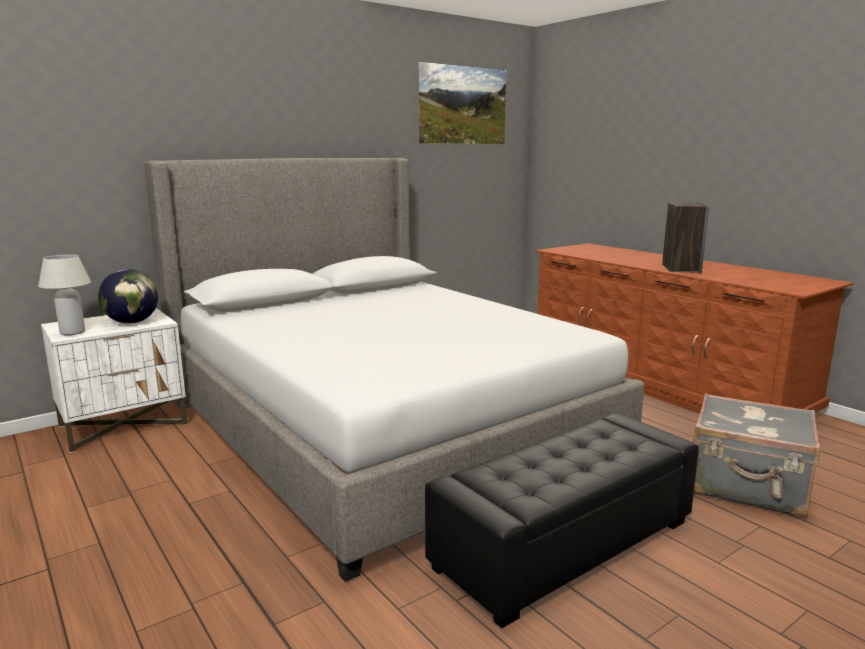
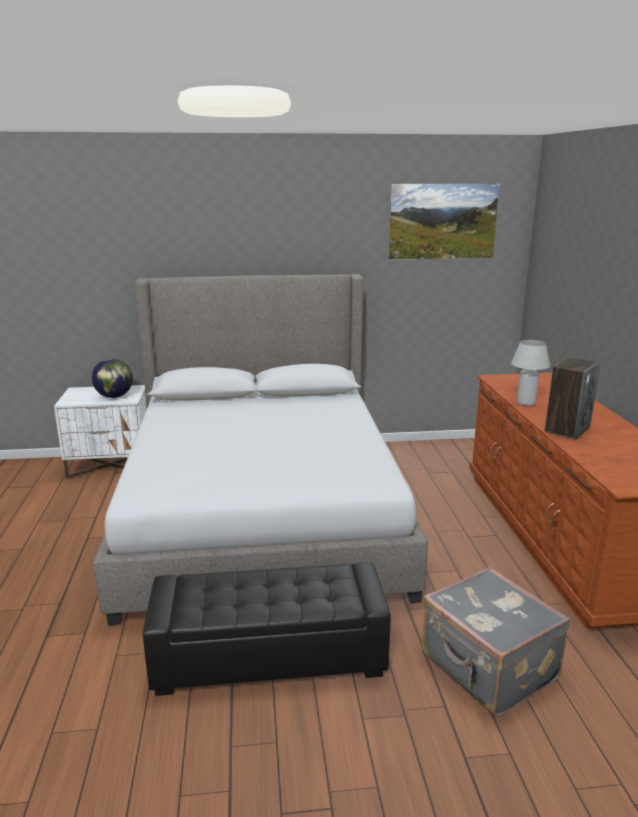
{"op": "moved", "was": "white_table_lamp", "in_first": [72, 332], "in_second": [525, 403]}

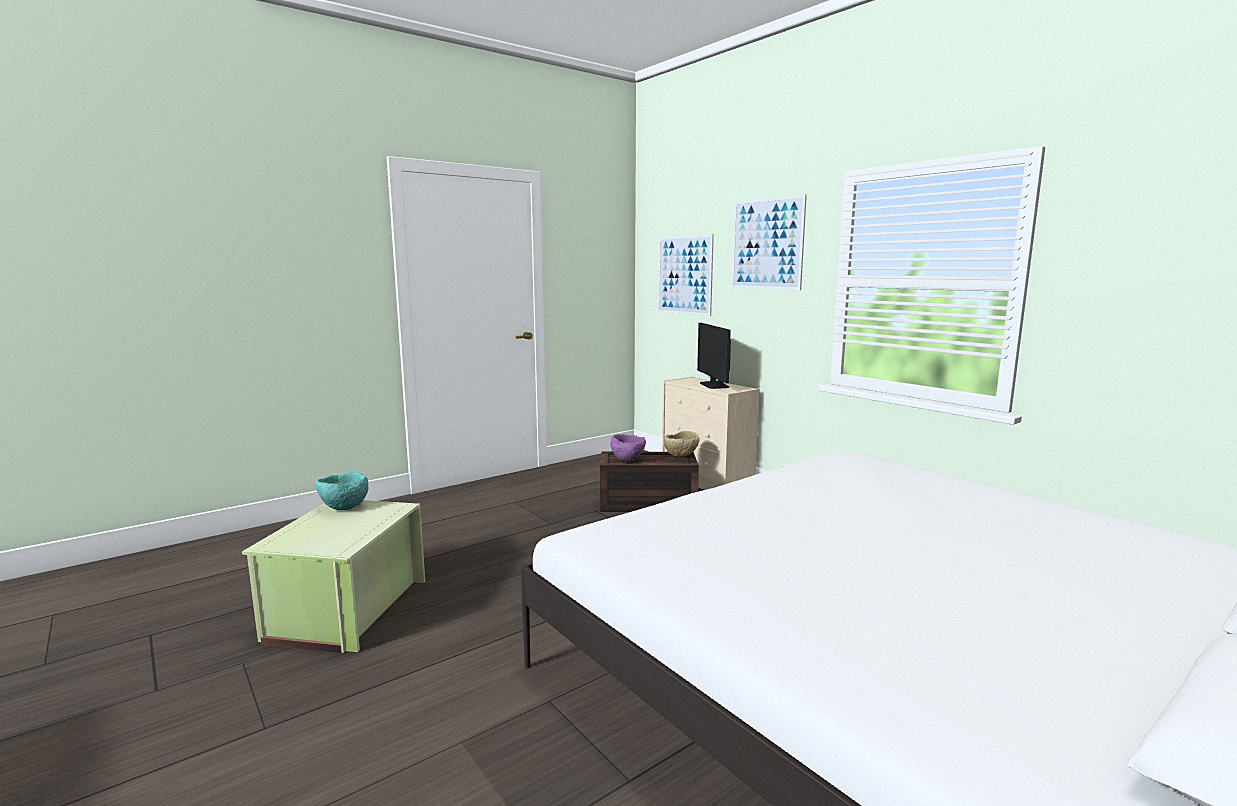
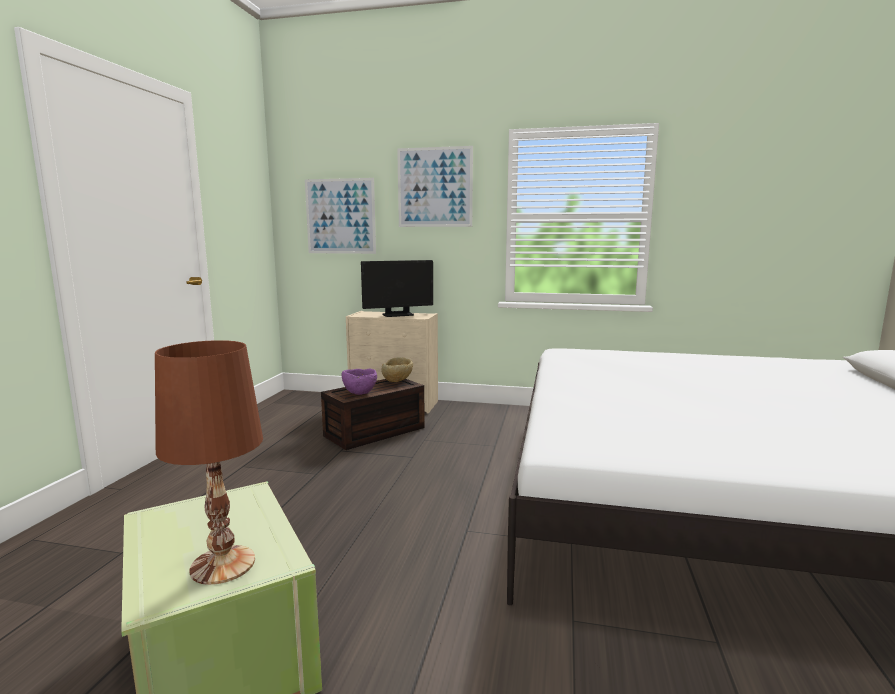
{"op": "removed", "was": "turquoise_bowl", "in_first": [344, 507]}
{"op": "turned", "was": "monitor", "in_first": [714, 385], "in_second": [398, 315], "clockwise": -60}
{"op": "added", "now": "brown_table_lamp", "in_second": [222, 564]}

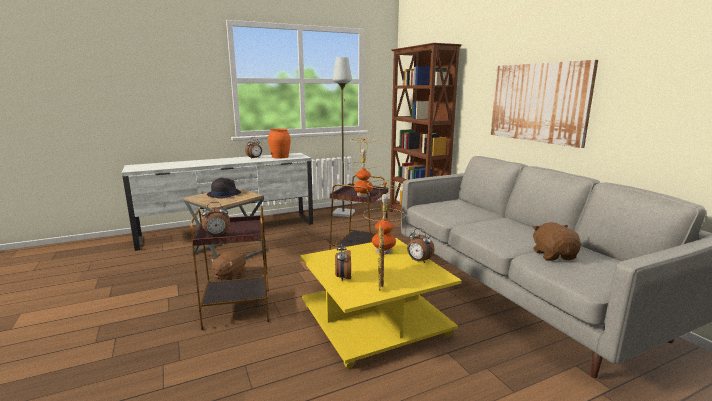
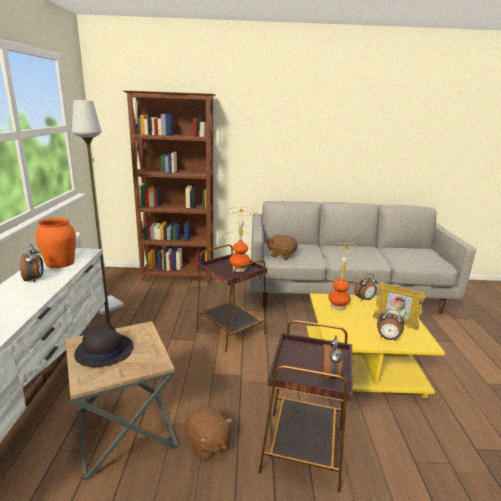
{"op": "removed", "was": "picture", "in_first": [538, 102]}
{"op": "moved", "was": "brown_plush_toy", "in_first": [553, 255], "in_second": [282, 255]}

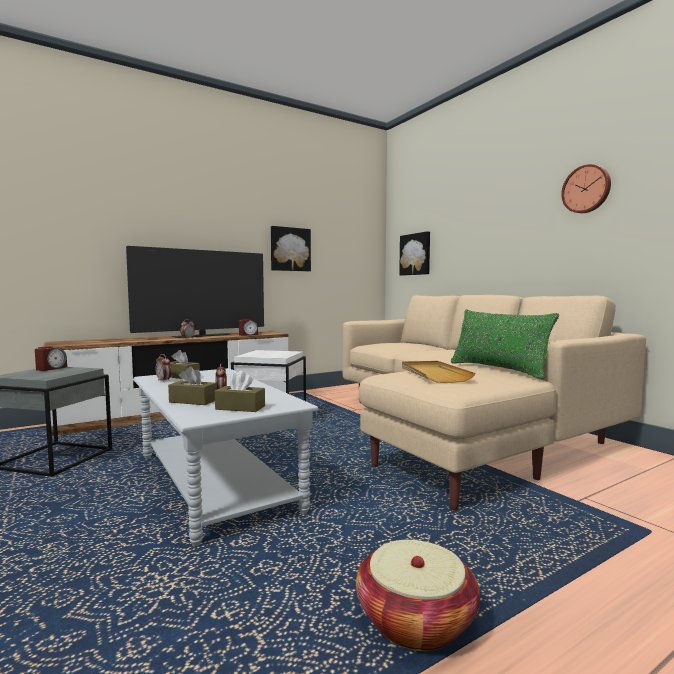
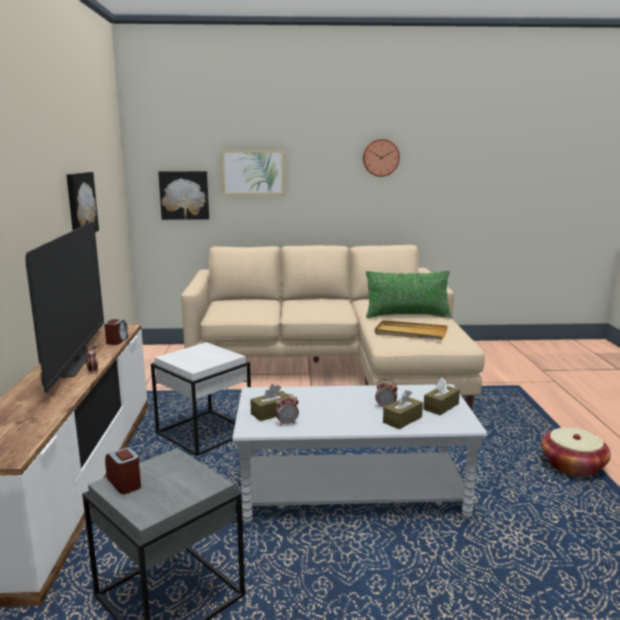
{"op": "added", "now": "picture", "in_second": [253, 172]}

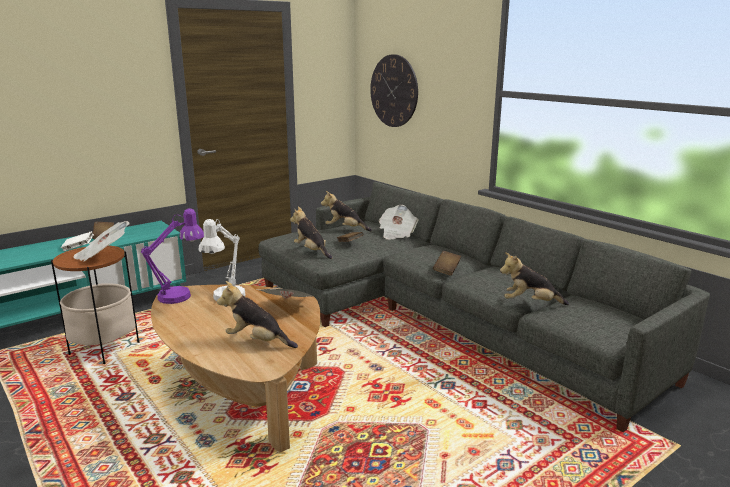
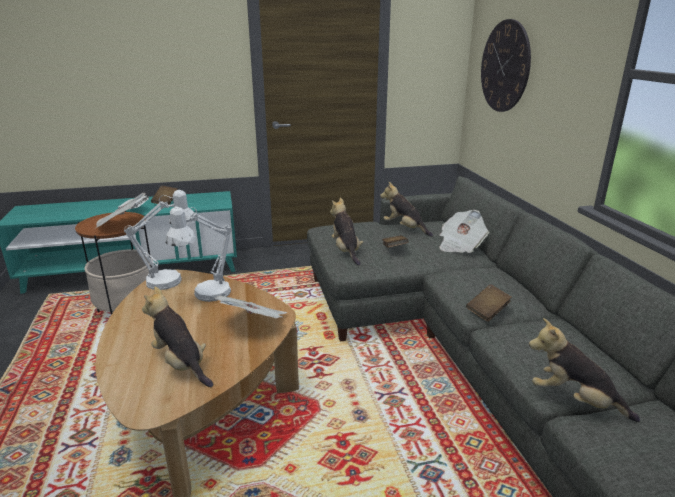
{"op": "recoloured", "was": "purple_table_lamp", "now": "white_table_lamp", "in_first": [181, 295], "in_second": [172, 281]}

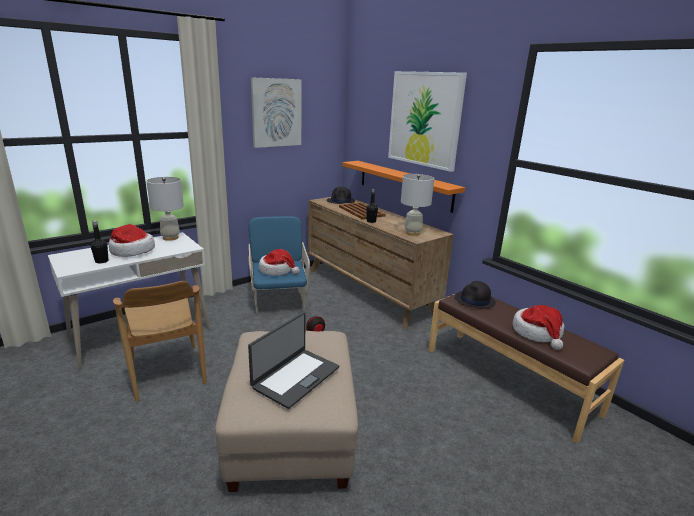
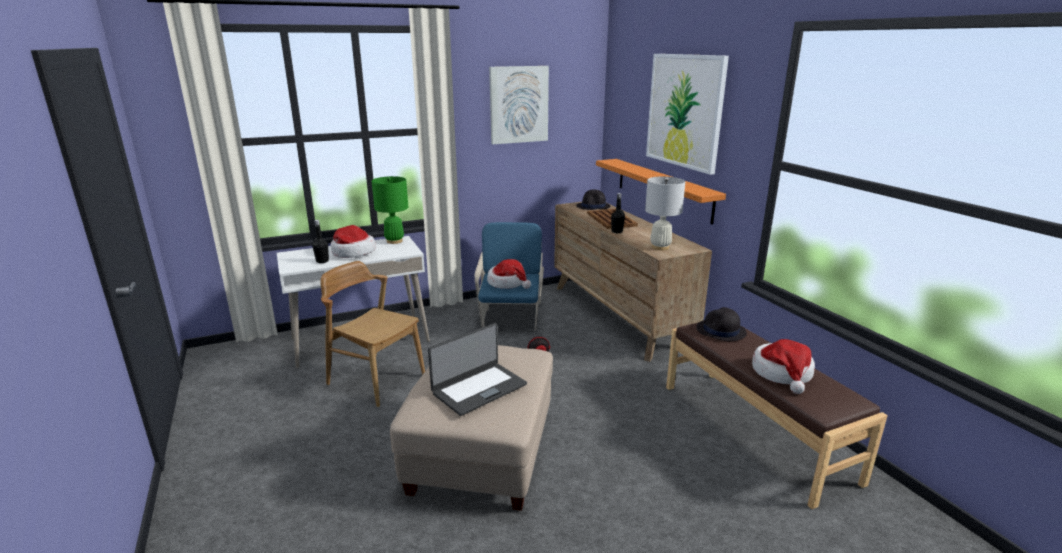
{"op": "turned", "was": "brown_chair", "in_first": [167, 372], "in_second": [376, 379], "clockwise": 135}
{"op": "recoloured", "was": "white_table_lamp", "now": "green_table_lamp", "in_first": [170, 238], "in_second": [394, 241]}

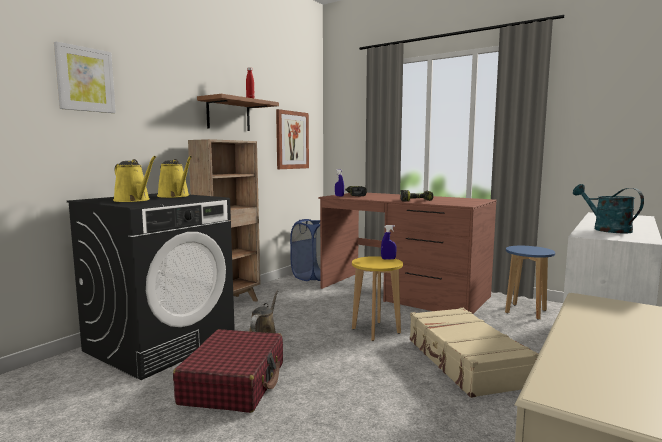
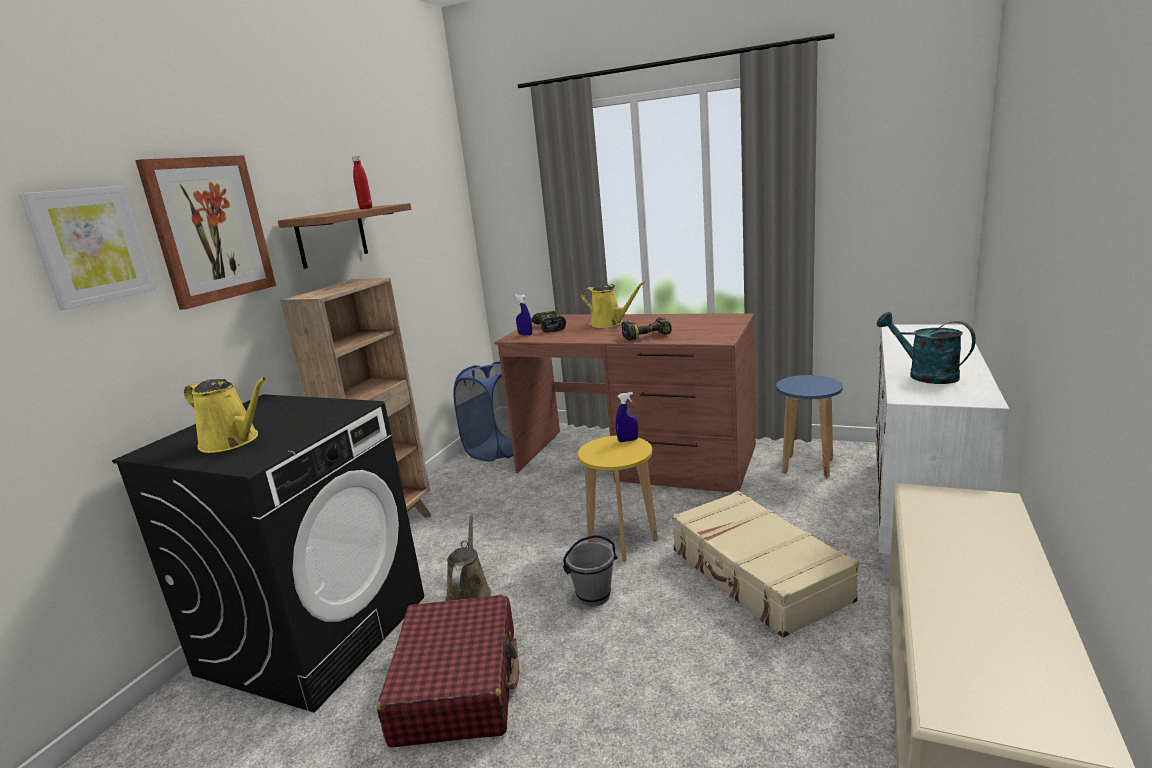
{"op": "moved", "was": "yellow_watering_can", "in_first": [175, 196], "in_second": [609, 323]}
{"op": "moved", "was": "picture", "in_first": [292, 140], "in_second": [210, 229]}
{"op": "added", "now": "grey_bucket", "in_second": [593, 596]}

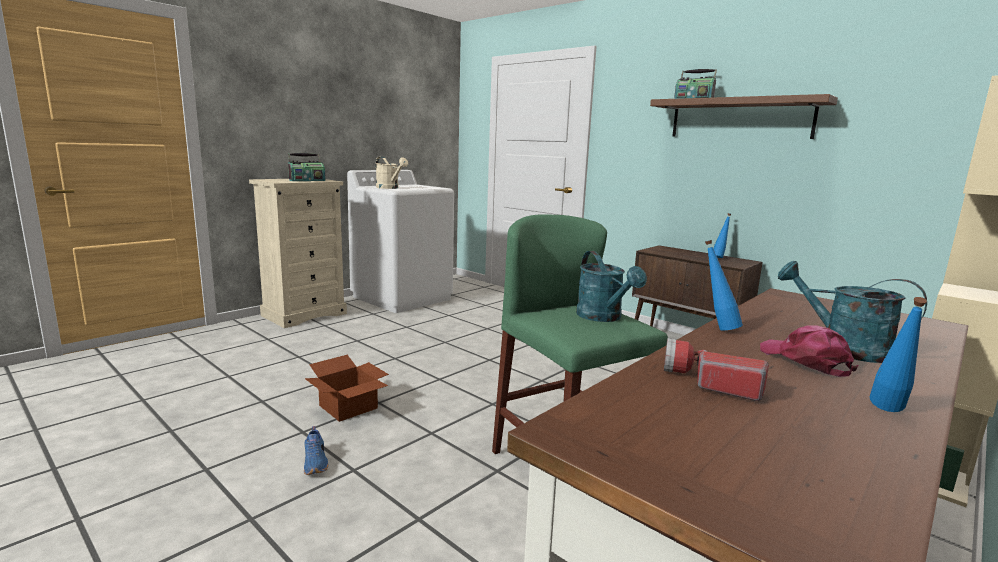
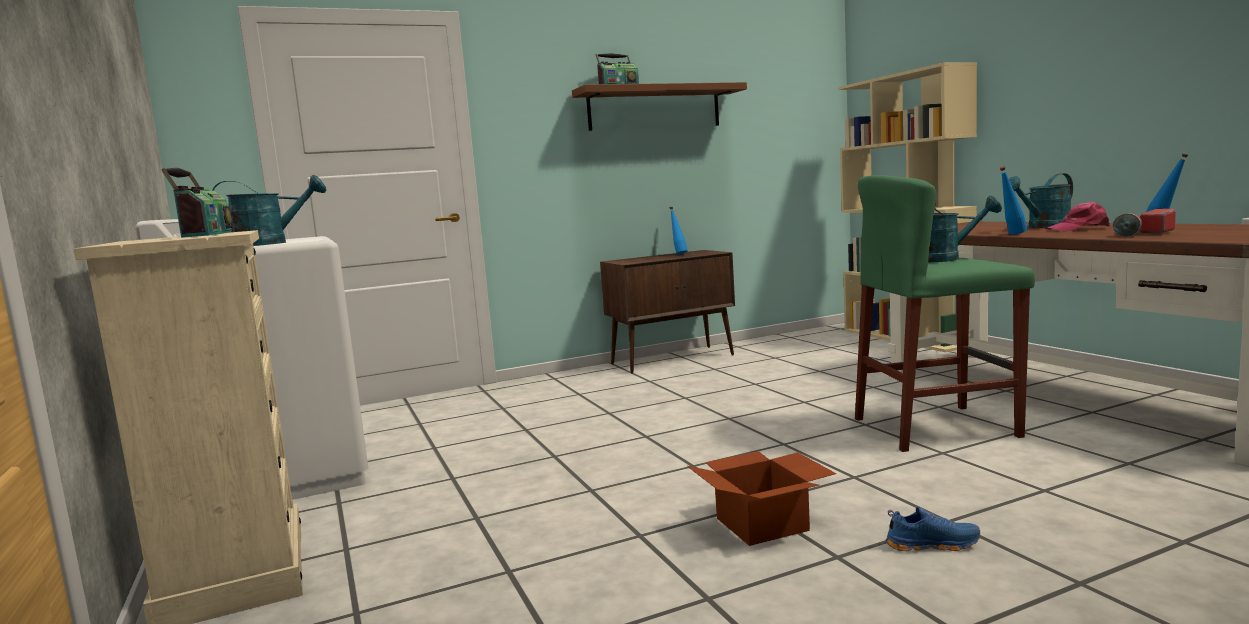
{"op": "recoloured", "was": "beige_watering_can", "now": "turquoise_watering_can", "in_first": [390, 188], "in_second": [271, 243]}

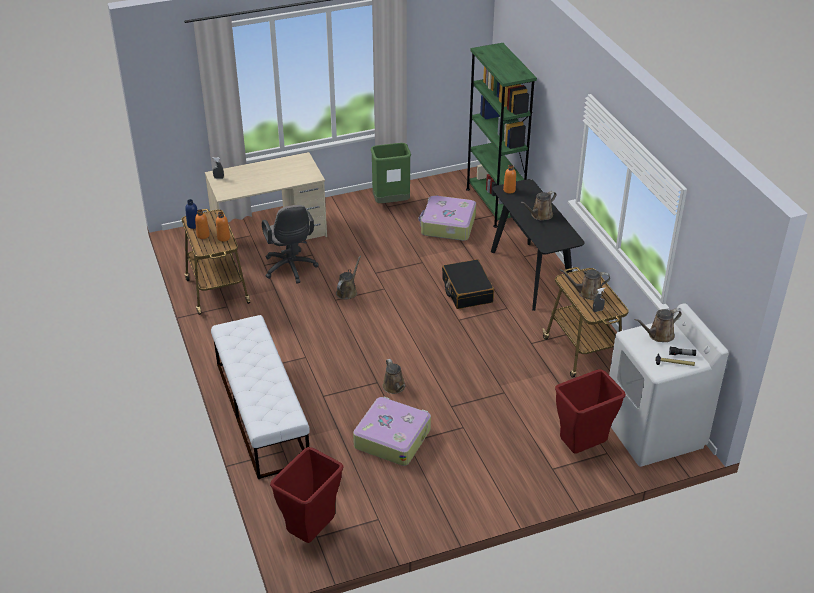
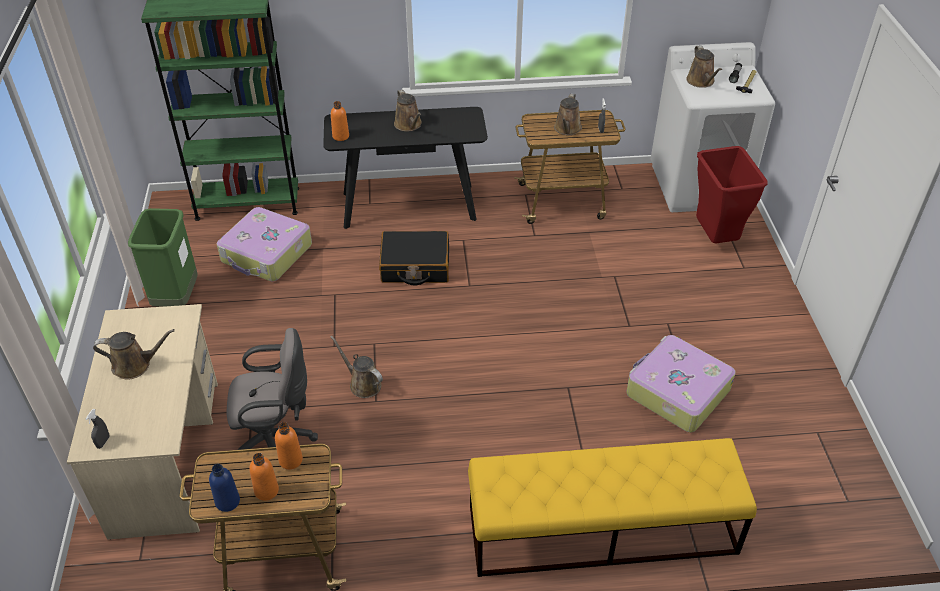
{"op": "recoloured", "was": "white_bench", "now": "yellow_bench", "in_first": [261, 412], "in_second": [601, 530]}
{"op": "removed", "was": "red_trash_can", "in_first": [312, 533]}
{"op": "moved", "was": "brown_watering_can", "in_first": [394, 387], "in_second": [135, 365]}

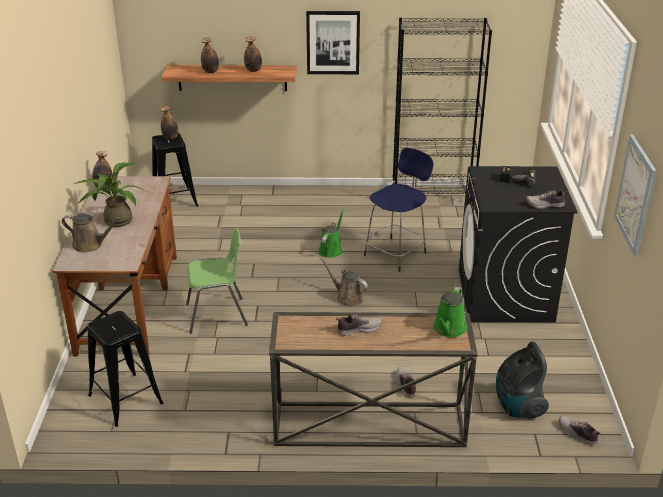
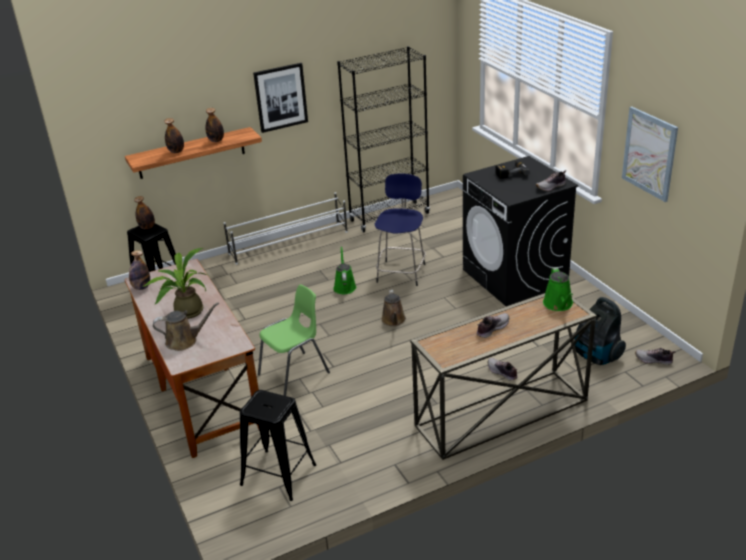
{"op": "turned", "was": "brown_watering_can", "in_first": [347, 298], "in_second": [394, 320], "clockwise": -105}
{"op": "added", "now": "white_shoe_rack", "in_second": [289, 243]}

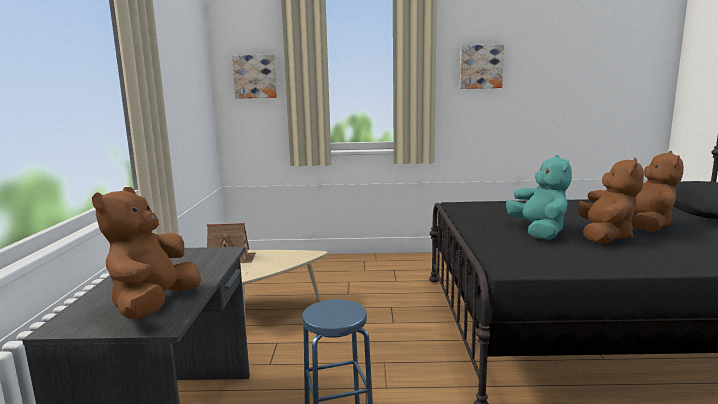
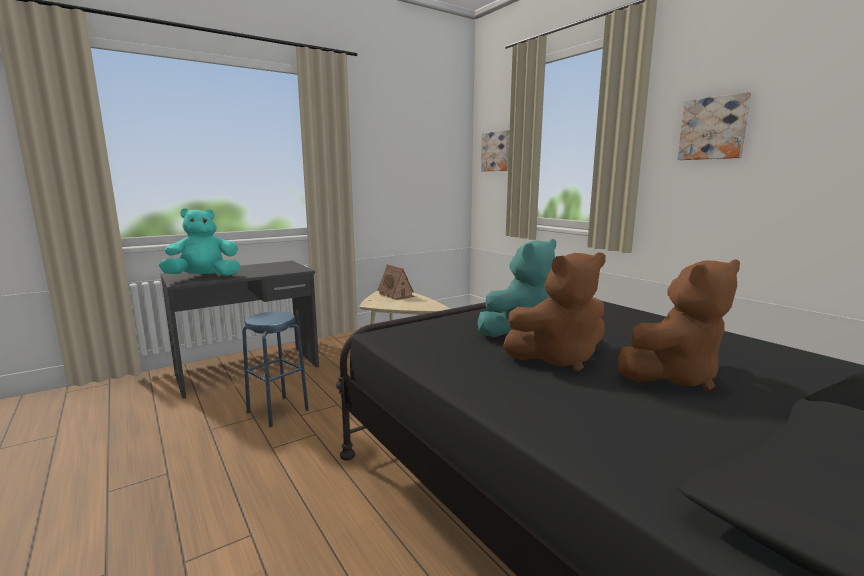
{"op": "recoloured", "was": "brown_plush_toy", "now": "turquoise_plush_toy", "in_first": [154, 306], "in_second": [204, 277]}

